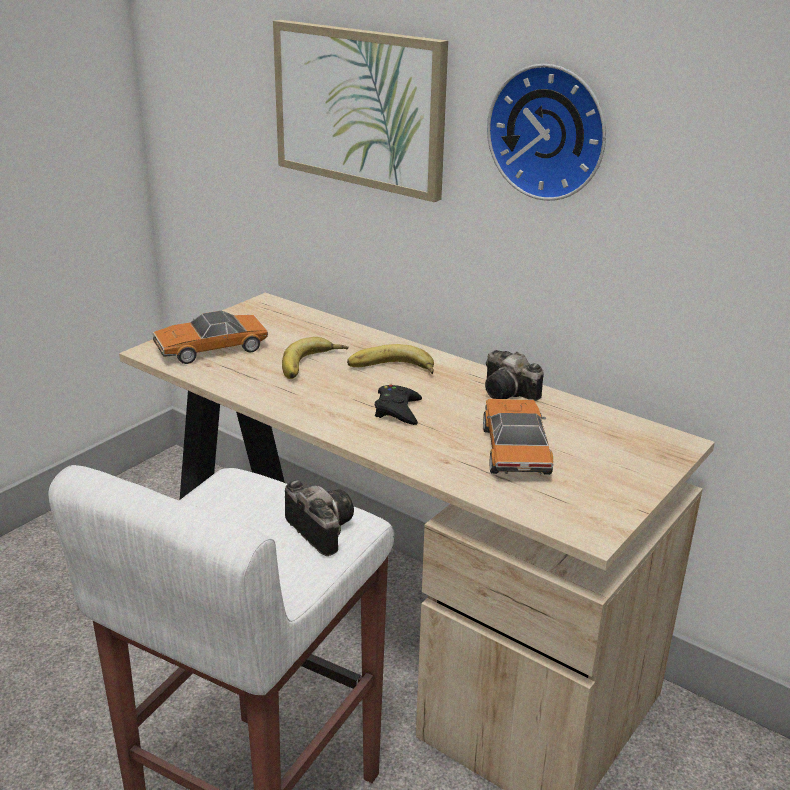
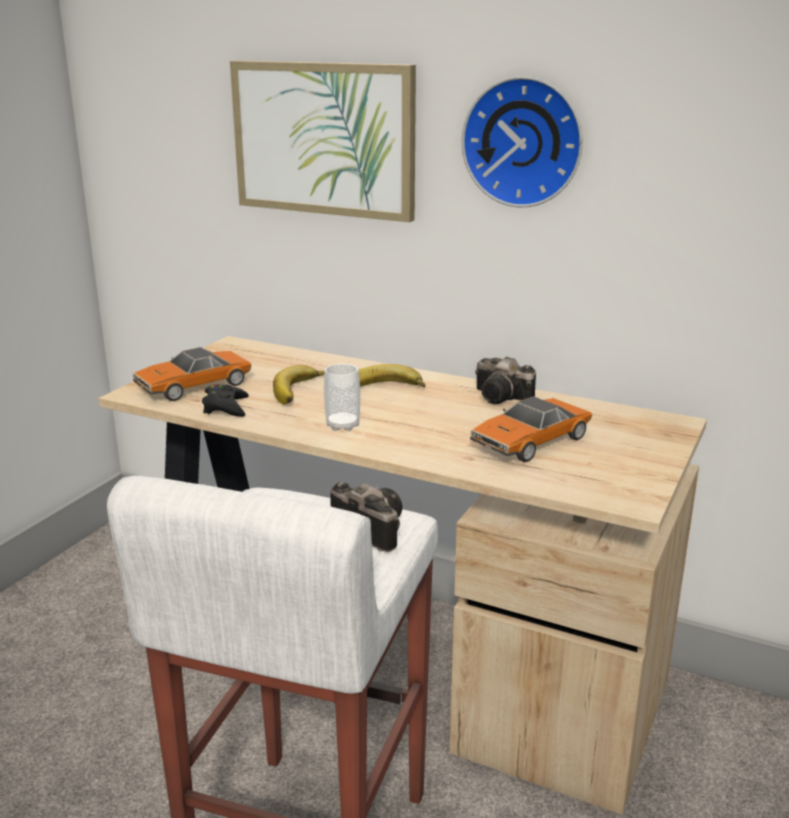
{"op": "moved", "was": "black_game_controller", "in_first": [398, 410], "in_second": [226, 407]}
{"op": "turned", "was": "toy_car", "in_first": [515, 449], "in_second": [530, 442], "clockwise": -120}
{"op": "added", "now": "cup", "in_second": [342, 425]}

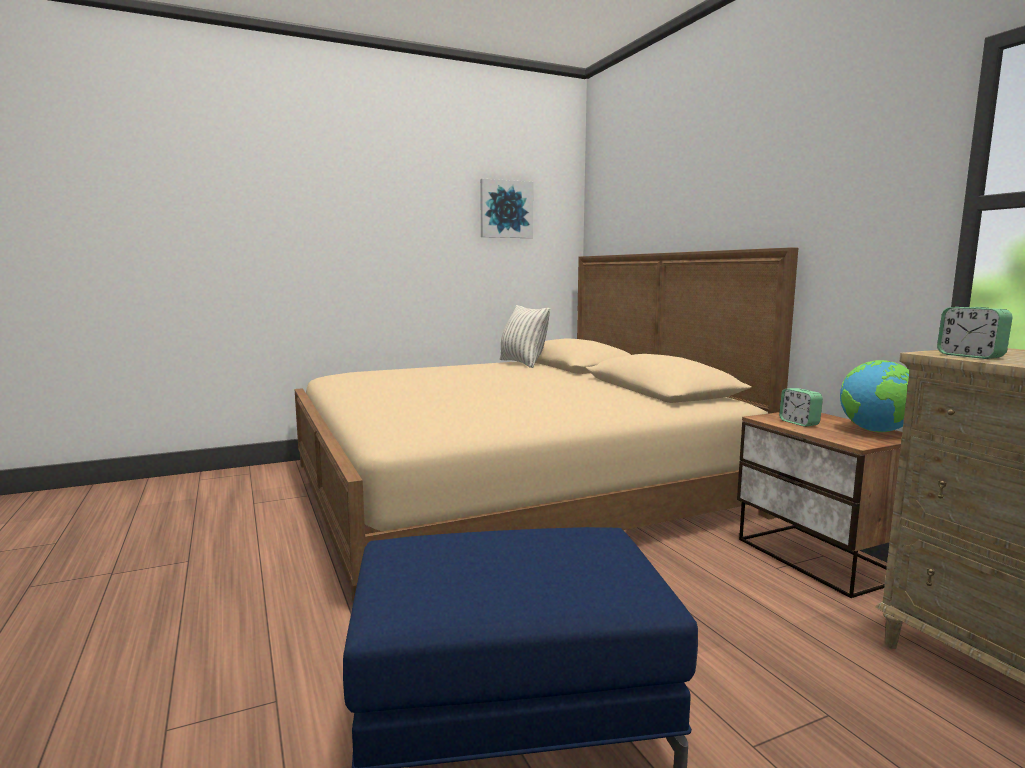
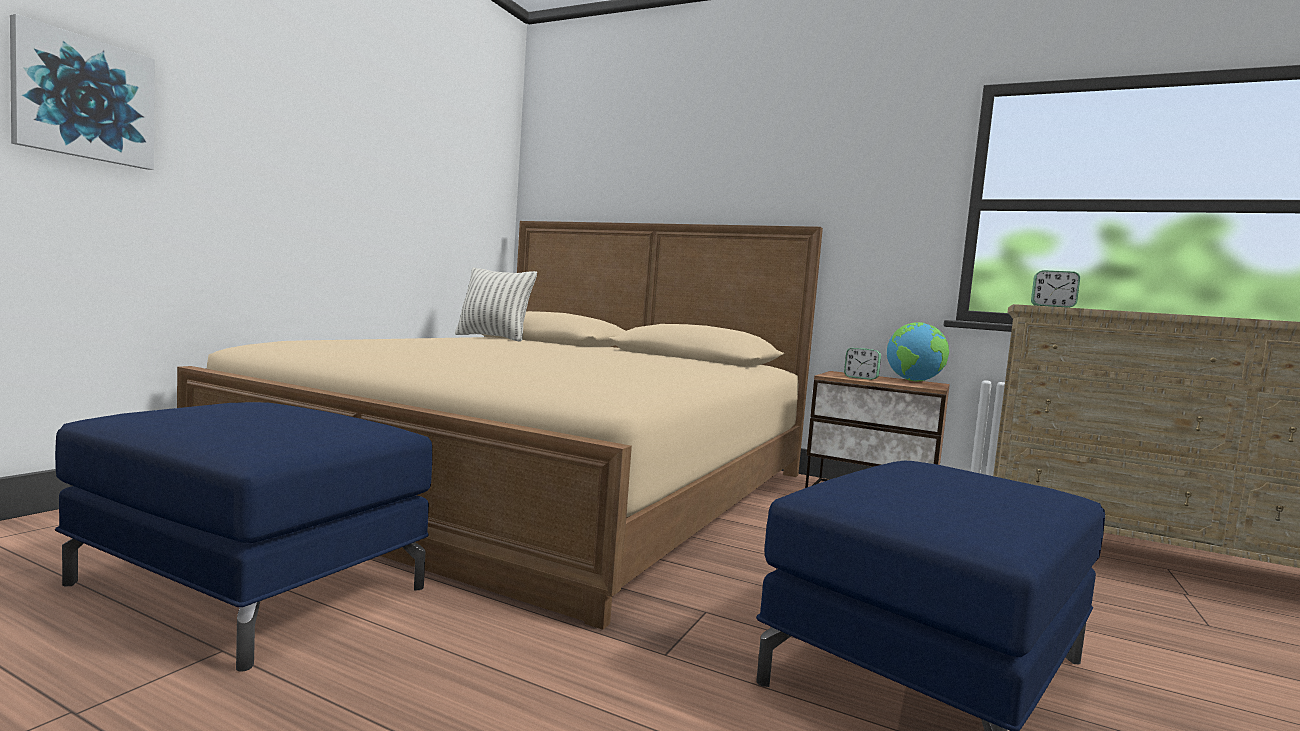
{"op": "moved", "was": "picture", "in_first": [506, 209], "in_second": [84, 99]}
{"op": "added", "now": "blue_ottoman", "in_second": [251, 585]}

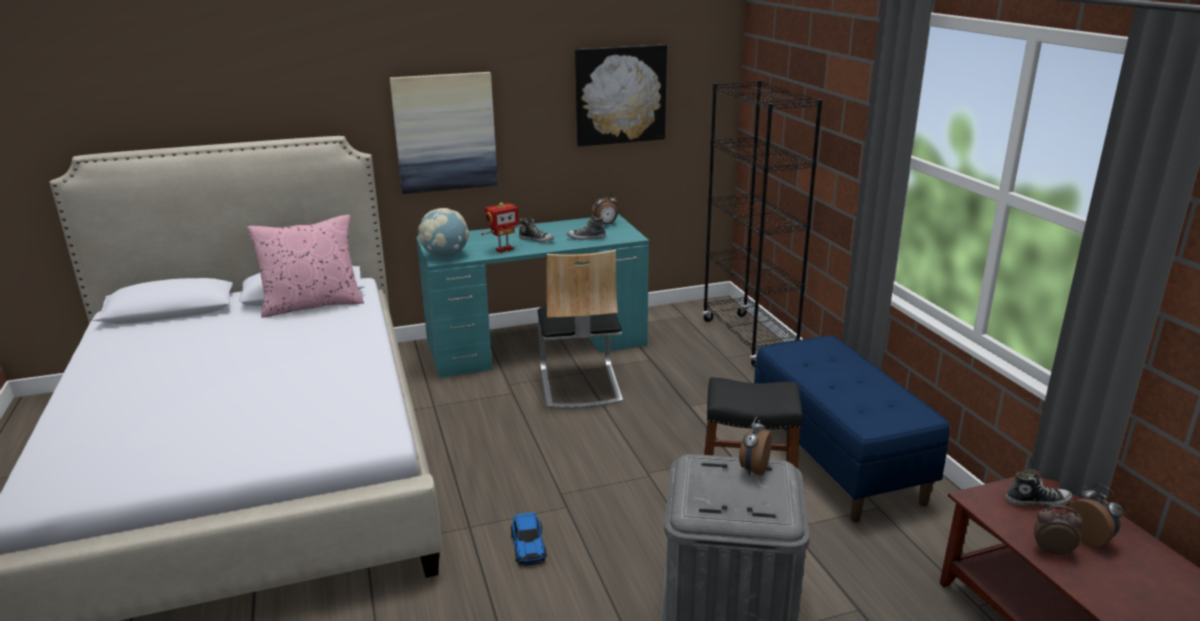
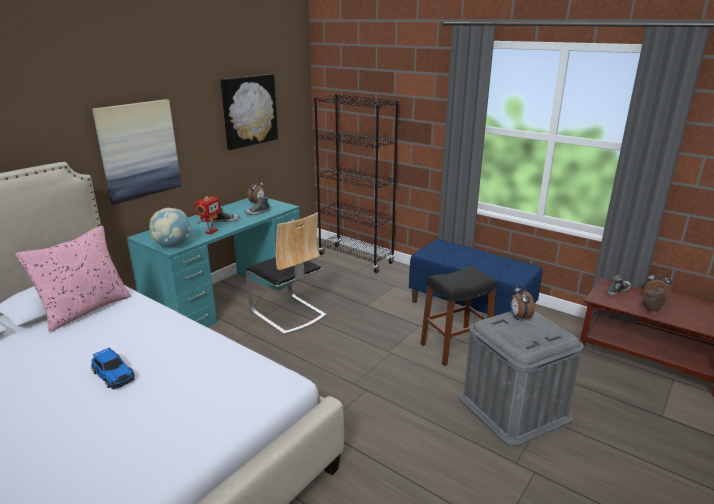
{"op": "moved", "was": "toy_car", "in_first": [528, 545], "in_second": [113, 374]}

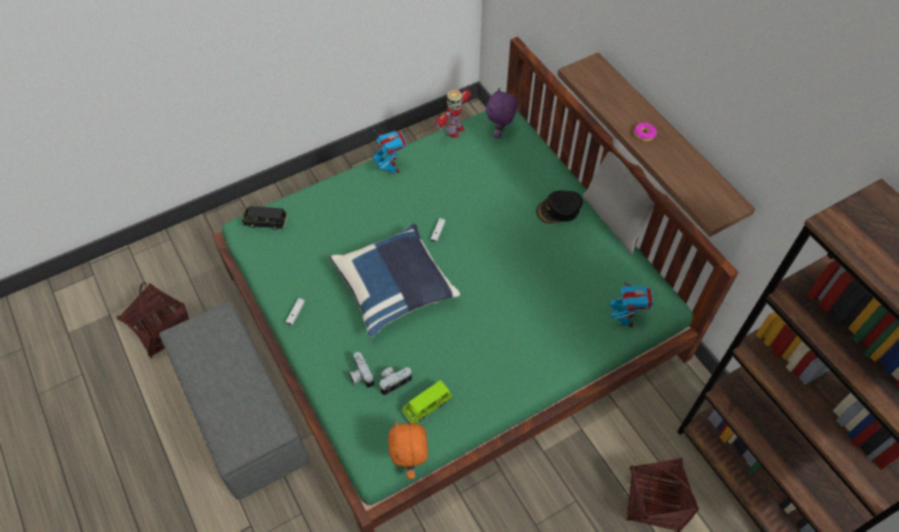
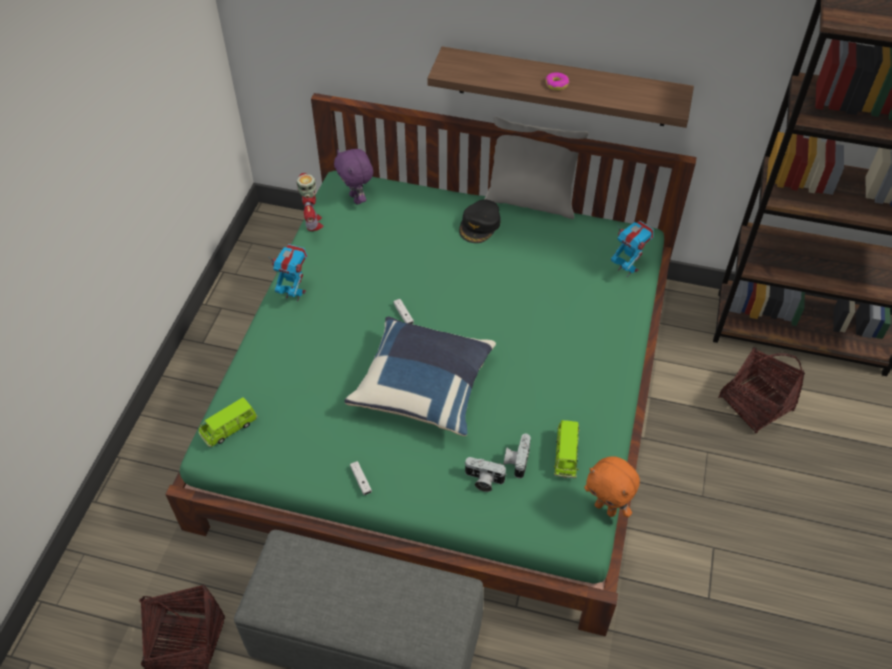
{"op": "recoloured", "was": "black_toy_car", "now": "green_toy_car", "in_first": [265, 222], "in_second": [229, 428]}

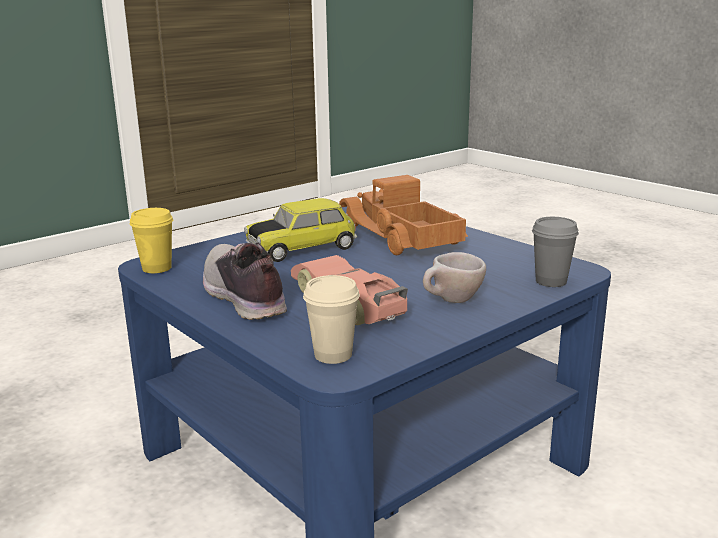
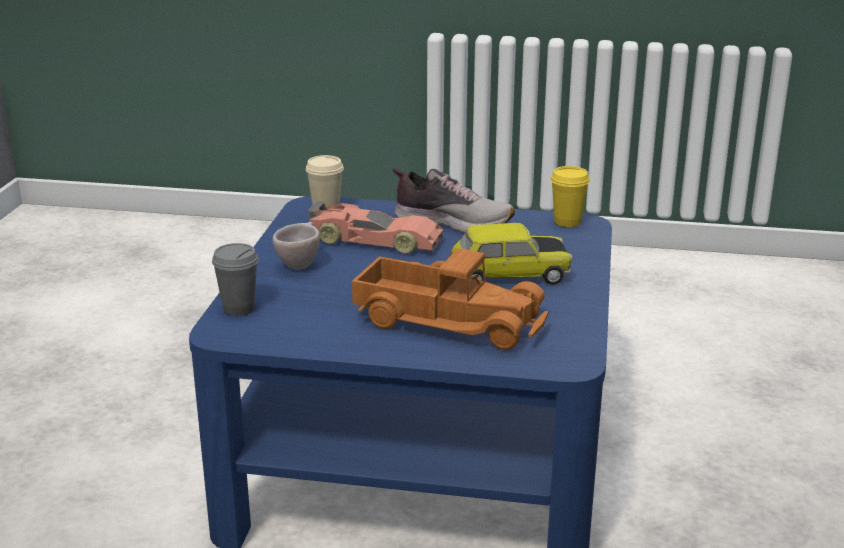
{"op": "turned", "was": "toy_car", "in_first": [302, 248], "in_second": [509, 275], "clockwise": 60}

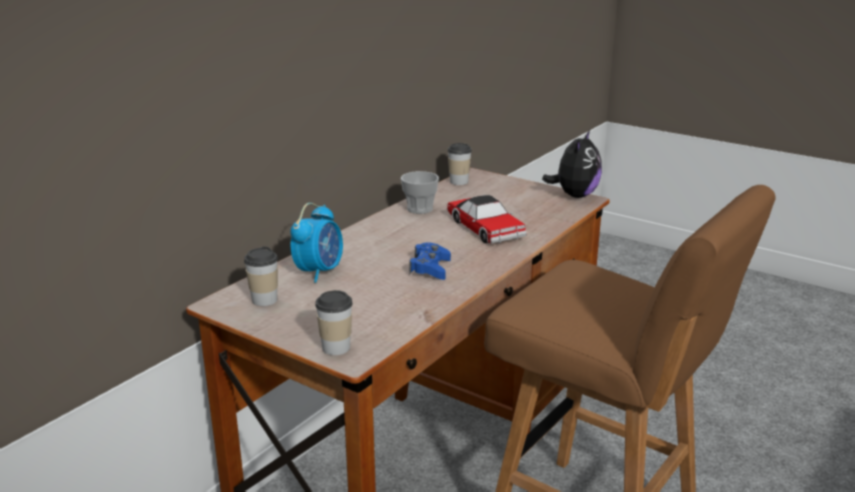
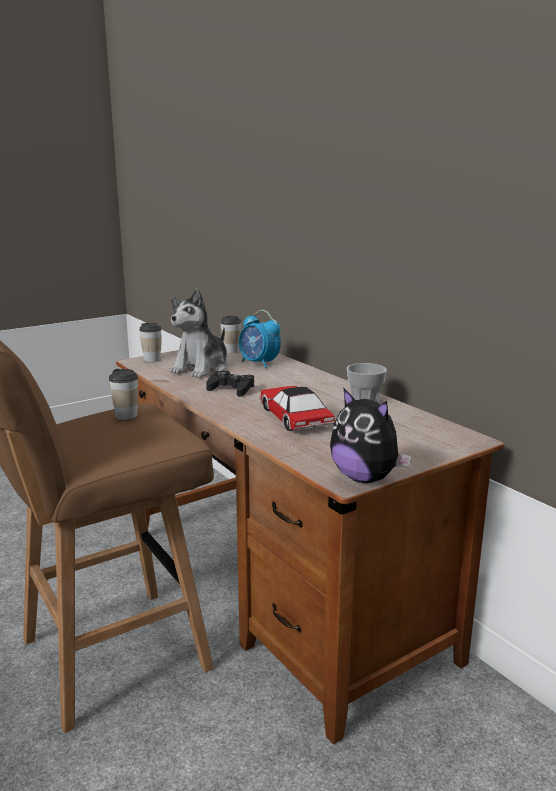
{"op": "recoloured", "was": "blue_game_controller", "now": "black_game_controller", "in_first": [430, 268], "in_second": [231, 389]}
{"op": "turned", "was": "toy_car", "in_first": [485, 228], "in_second": [295, 417], "clockwise": 75}
{"op": "moved", "was": "cup", "in_first": [459, 182], "in_second": [126, 416]}
{"op": "added", "now": "plush_toy", "in_second": [202, 368]}

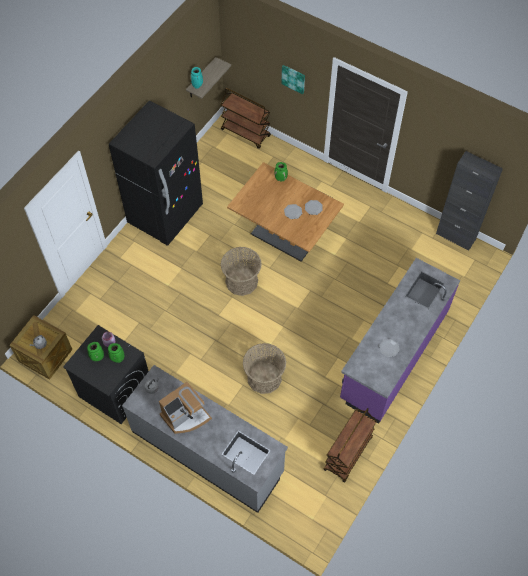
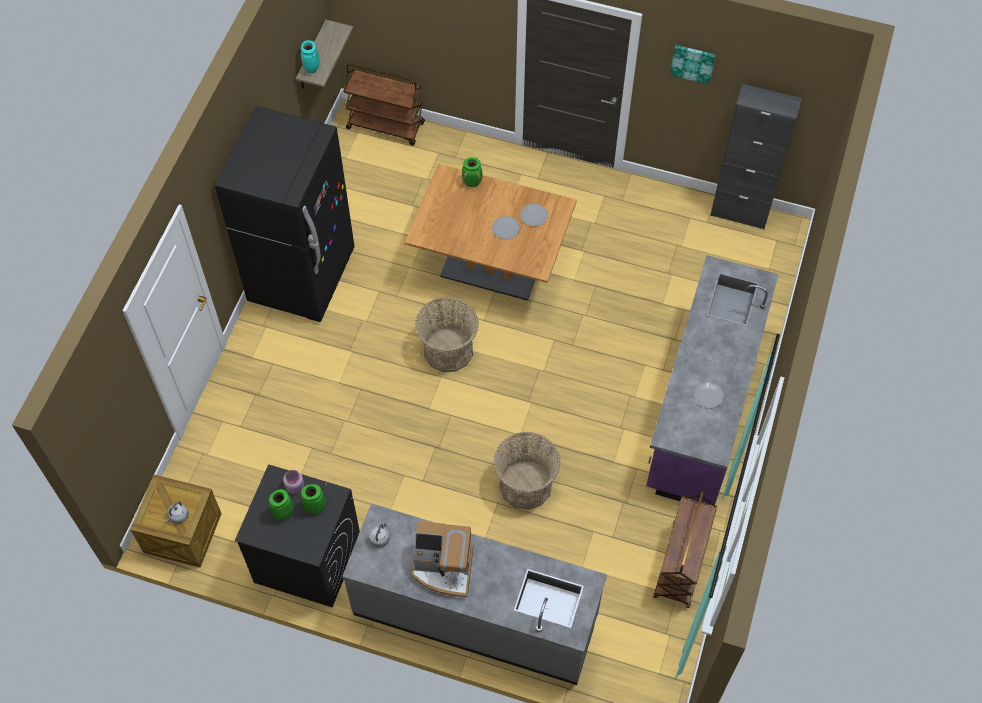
{"op": "turned", "was": "coffee_machine", "in_first": [186, 416], "in_second": [443, 567], "clockwise": 60}
{"op": "moved", "was": "picture", "in_first": [293, 78], "in_second": [693, 63]}

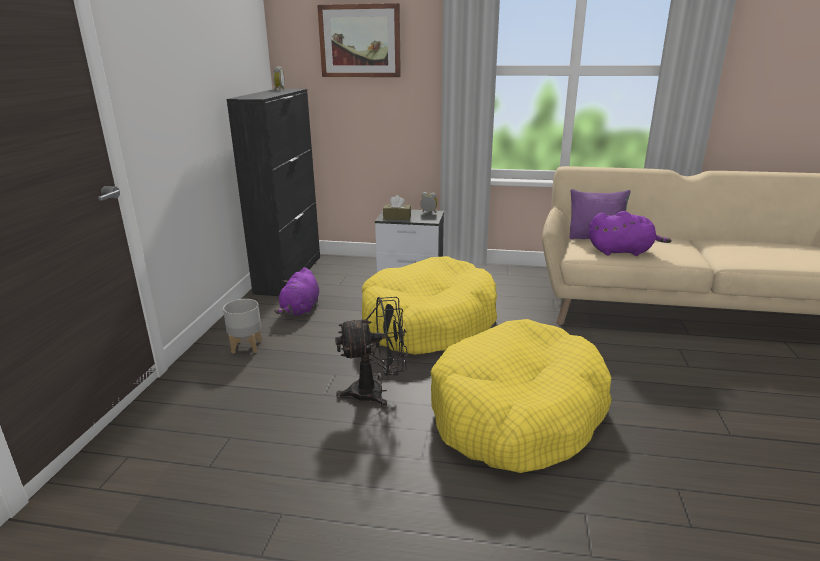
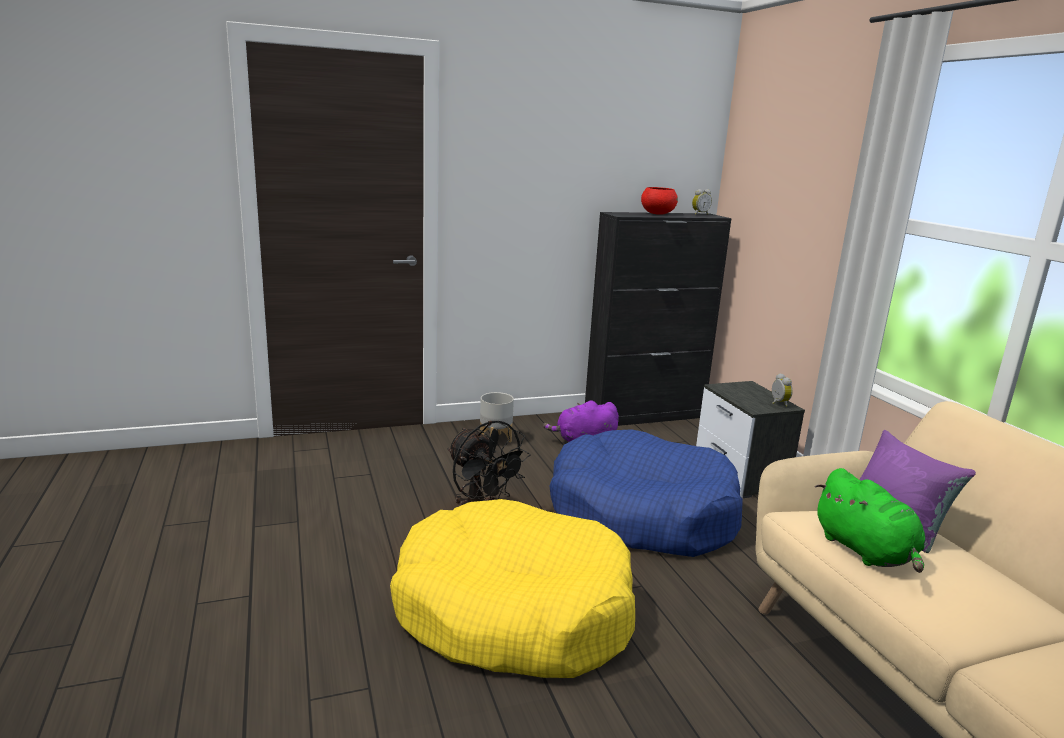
{"op": "removed", "was": "picture", "in_first": [360, 41]}
{"op": "recoloured", "was": "yellow_dog_bed", "now": "blue_dog_bed", "in_first": [428, 323], "in_second": [642, 513]}
{"op": "removed", "was": "brown_tissue_box", "in_first": [397, 217]}
{"op": "recoloured", "was": "purple_plush_toy", "now": "green_plush_toy", "in_first": [622, 251], "in_second": [865, 551]}
{"op": "added", "now": "red_bowl", "in_second": [657, 214]}

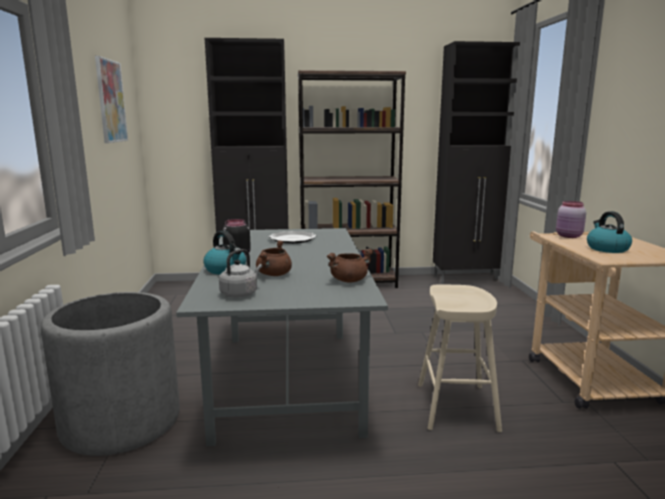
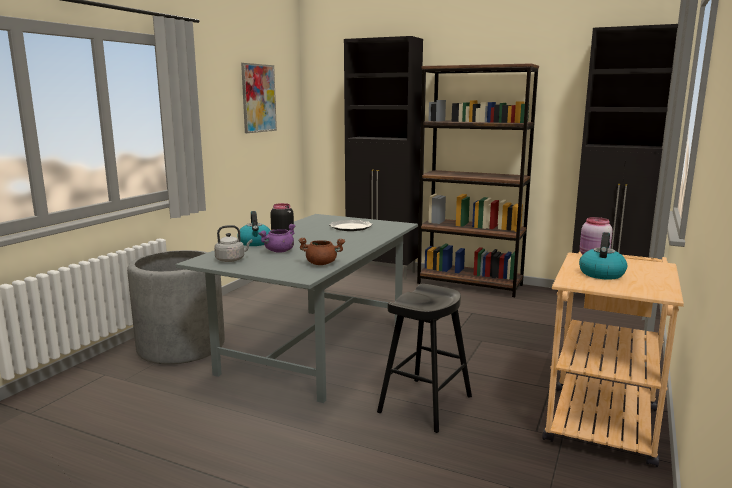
{"op": "recoloured", "was": "brown_cooking_pot", "now": "purple_cooking_pot", "in_first": [274, 275], "in_second": [279, 251]}
{"op": "recoloured", "was": "beige_stool", "now": "black_stool", "in_first": [456, 406], "in_second": [425, 404]}

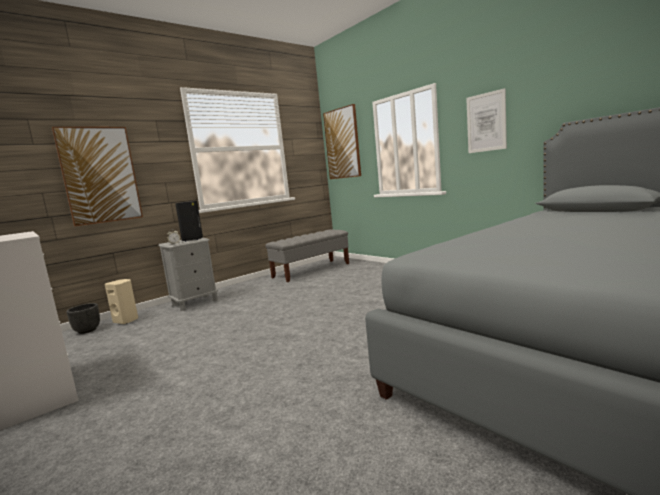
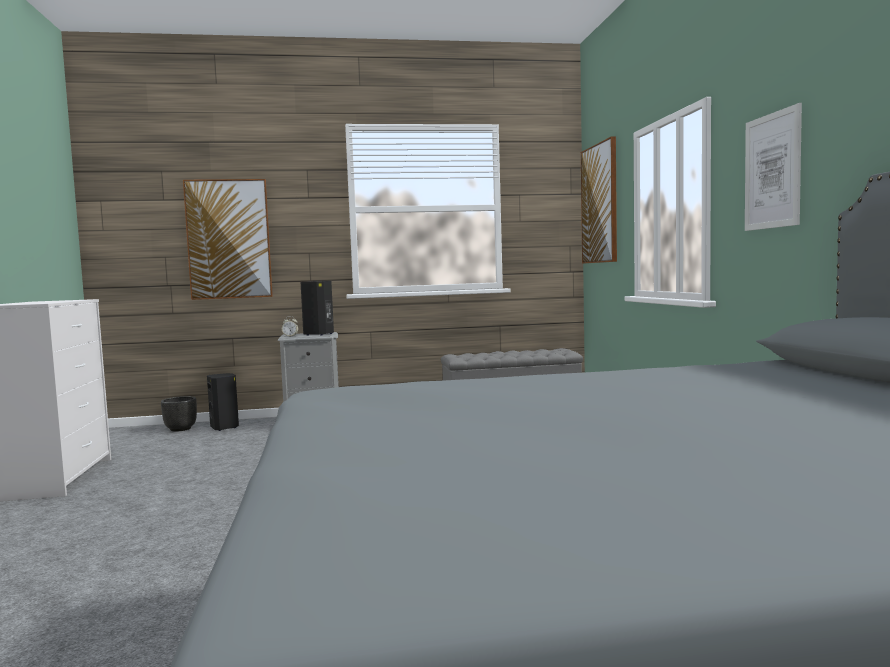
{"op": "recoloured", "was": "beige_speaker", "now": "black_speaker", "in_first": [127, 320], "in_second": [225, 427]}

